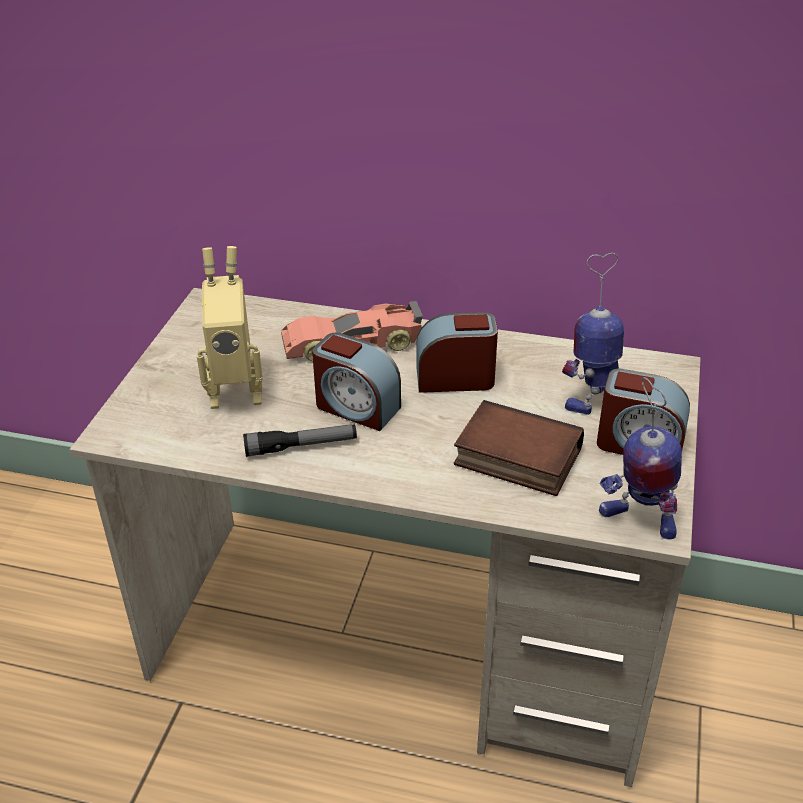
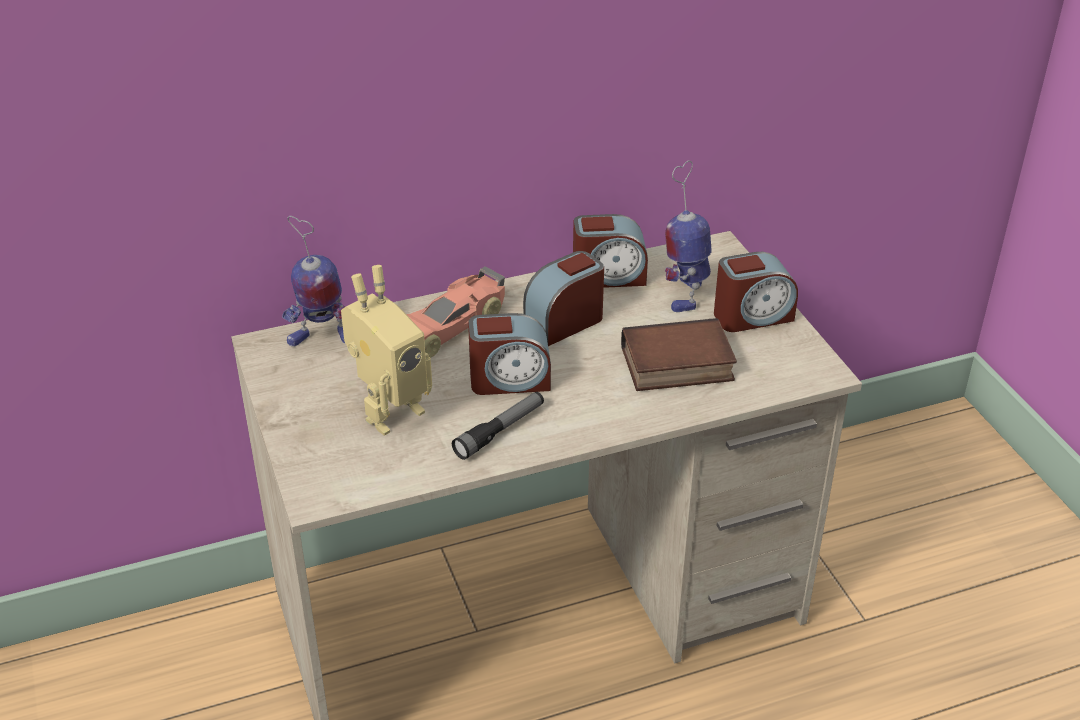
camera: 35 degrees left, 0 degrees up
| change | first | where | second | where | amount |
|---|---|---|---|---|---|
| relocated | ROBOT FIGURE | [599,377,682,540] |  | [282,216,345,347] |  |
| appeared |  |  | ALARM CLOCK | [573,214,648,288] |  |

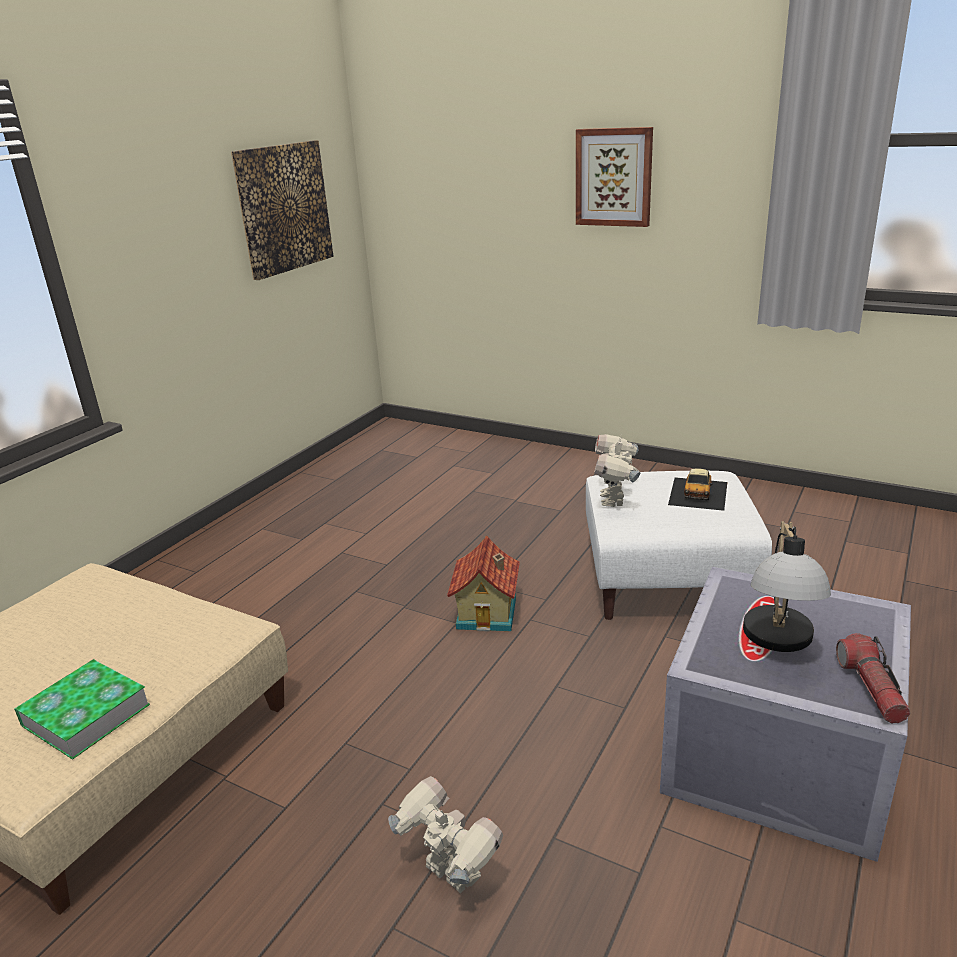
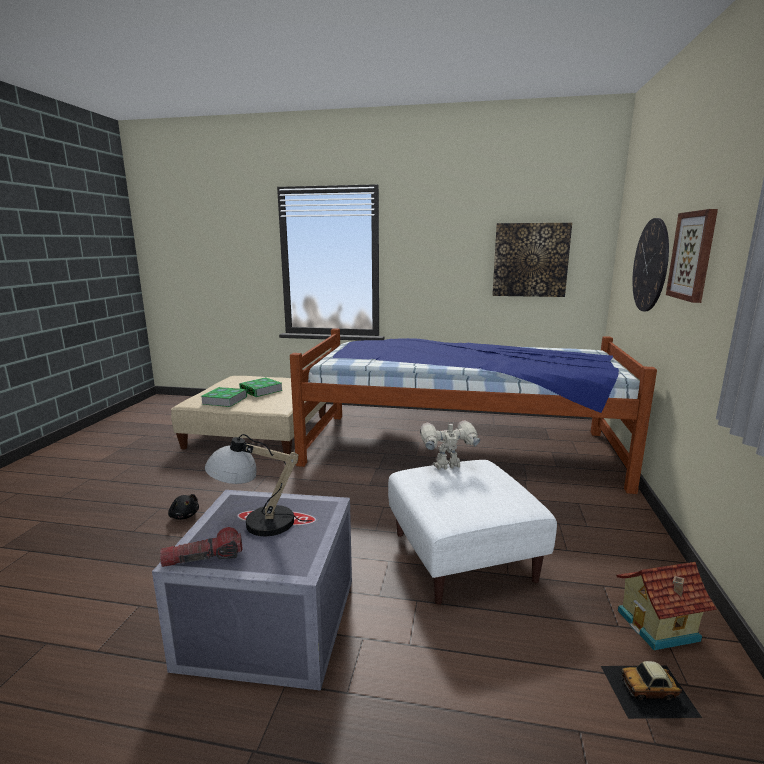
camera: 70 degrees right, 10 degrees down
| change | first | where | second | where | amount |
|---|---|---|---|---|---|
| exchanged | ROBOT FIGURE | [388,776,503,893] | BLACK-COLOURED CUDDLY TOY | [168,494,199,520] |  |
| appeared |  |  | VOLUME | [239,377,283,397] |  |
| appeared |  |  | BED | [290,328,657,494] |  |
| relocated | TOY CAR | [668,468,727,511] |  | [601,661,702,719] |  |
| relocated | TOY HOUSE | [447,535,520,632] |  | [616,562,716,650] |  |
| appeared |  |  | CLOCK ON THE WALL | [633,218,669,311] |  |

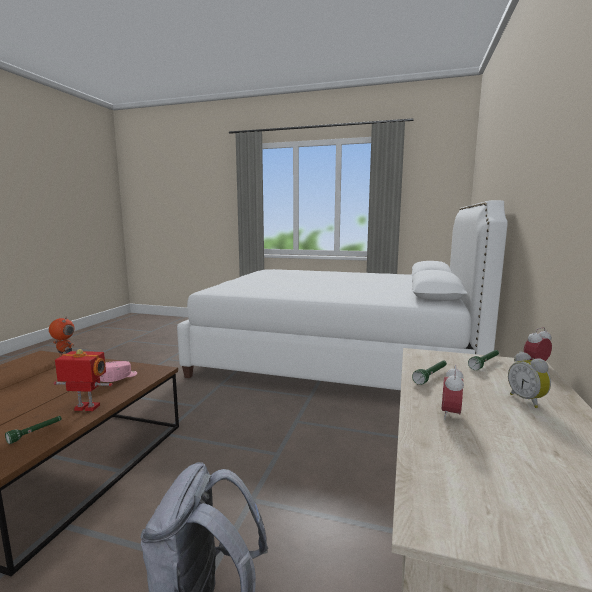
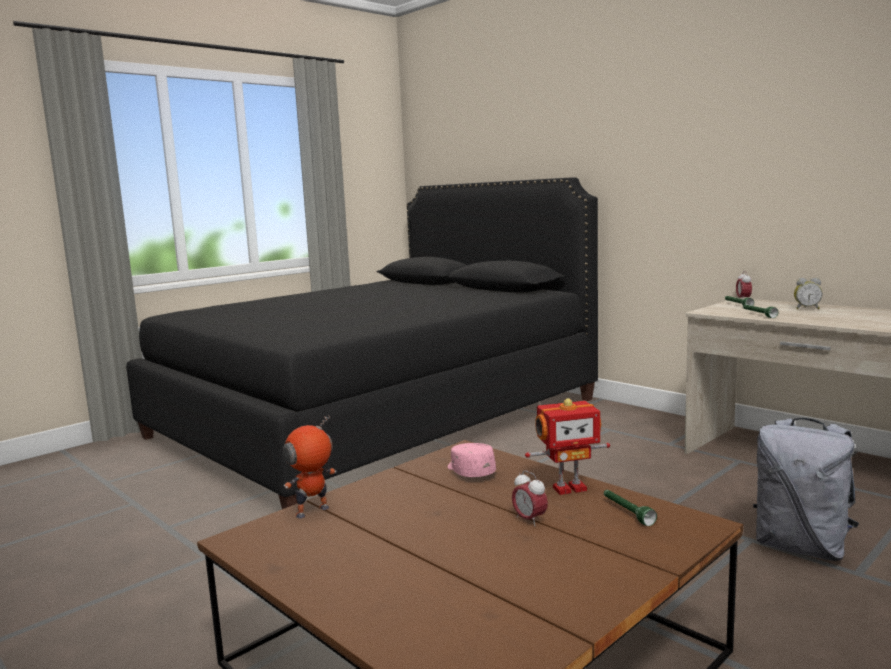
camera: 60 degrees left, 0 degrees up
| change | first | where | second | where | amount |
|---|---|---|---|---|---|
| colour | WHITE-COLOURED BED | [177,200,508,390] | BLACK-COLOURED BED | [126,177,598,509] |  |
| relocated | ALARM CLOCK | [442,365,464,420] |  | [512,470,548,526] |  |
| spun | ROBOT FIGURE | [54,349,113,411] |  | [525,398,610,495] | 135 degrees counterclockwise |

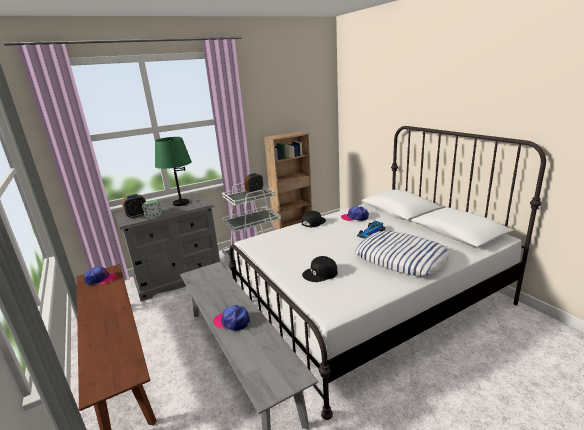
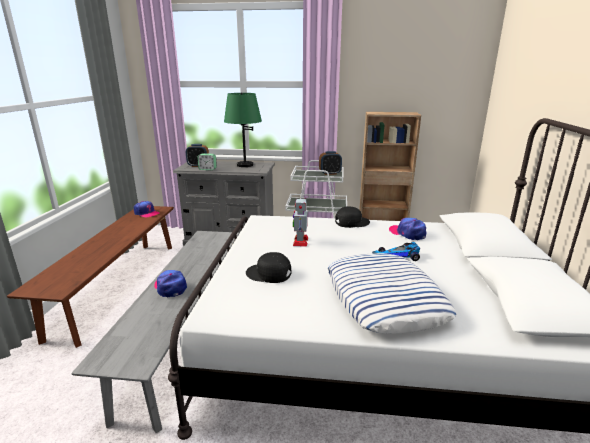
camera: 35 degrees right, 0 degrees up
| change | first | where | second | where | amount |
|---|---|---|---|---|---|
| appeared |  |  | ROBOT FIGURE | [293,198,308,247] |  |

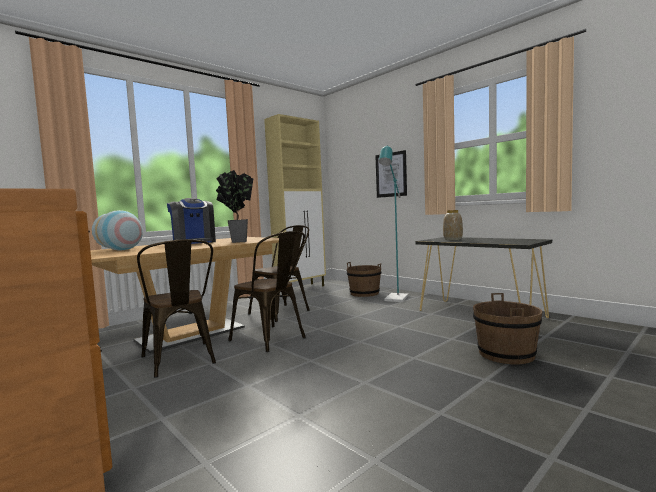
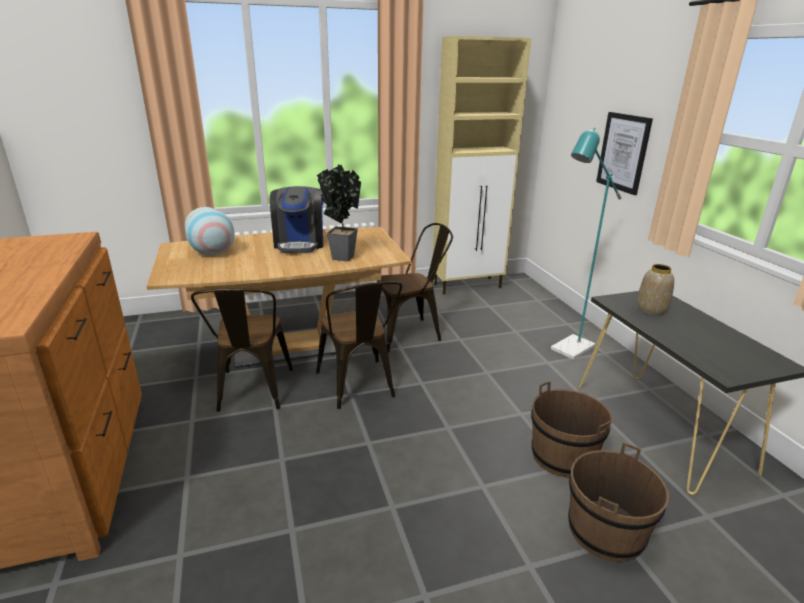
camera: 25 degrees right, 20 degrees up
| change | first | where | second | where | amount |
|---|---|---|---|---|---|
| relocated | BROWN-COLOURED BUCKET | [347,262,381,297] |  | [531,381,612,478] |  |

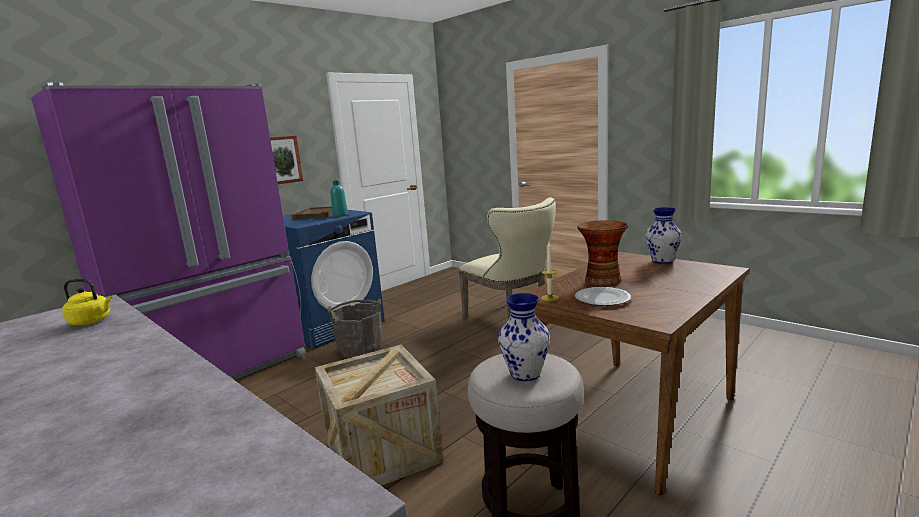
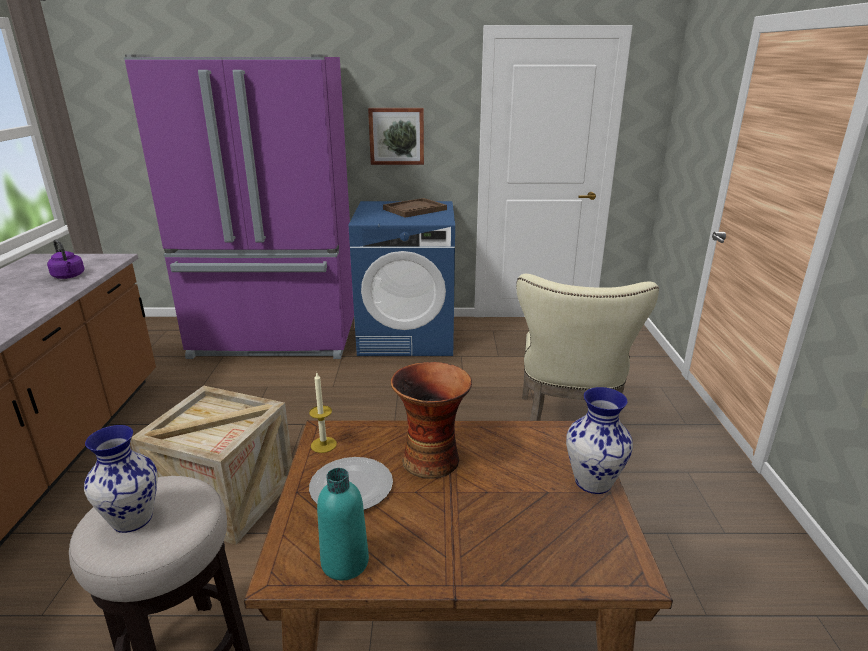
camera: 45 degrees right, 10 degrees up
| change | first | where | second | where | amount |
|---|---|---|---|---|---|
| colour | YELLOW-COLOURED TEA KETTLE | [62,279,112,325] | PURPLISH TEA KETTLE | [47,239,85,279] |  |
| relocated | TURQUOISE-COLOURED BEVERAGE BOTTLE | [330,180,348,217] |  | [317,468,369,580] |  |
| missing | GREY BUCKET | [327,299,383,358] |  |  |  |

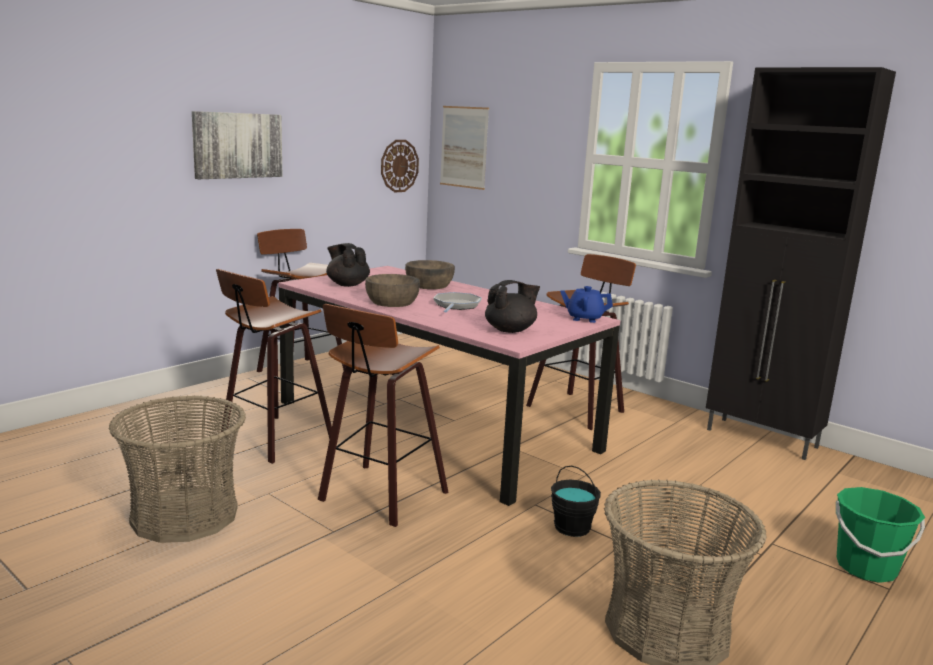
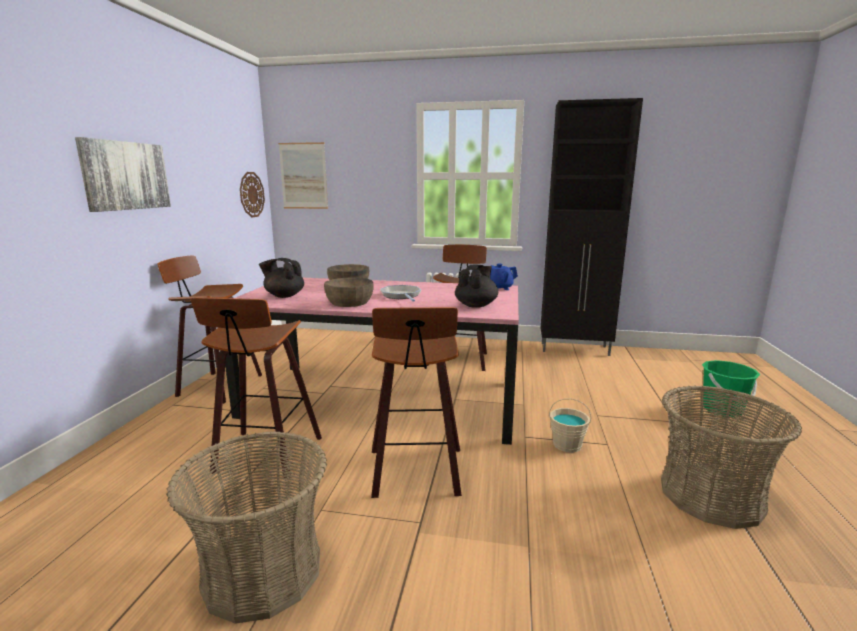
camera: 30 degrees left, 0 degrees up
| change | first | where | second | where | amount |
|---|---|---|---|---|---|
| colour | BLACK-COLOURED BUCKET | [551,466,601,537] | BEIGE-COLOURED BUCKET | [549,398,591,453] |  |

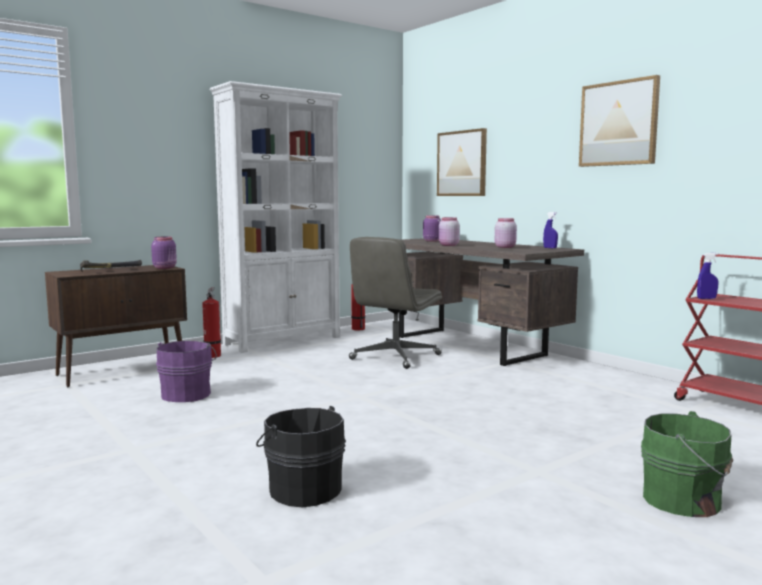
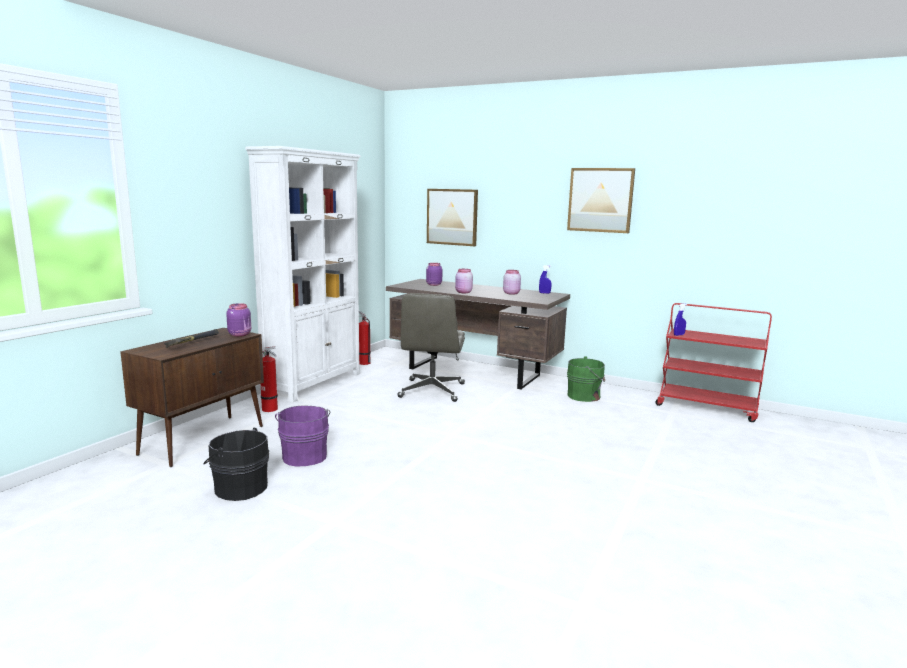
camera: 25 degrees left, 5 degrees up
| change | first | where | second | where | amount |
|---|---|---|---|---|---|
| relocated | BLACK-COLOURED BUCKET | [256,406,346,507] |  | [203,428,269,501] |  |
| relocated | GREEN-COLOURED BUCKET | [641,411,733,517] |  | [567,356,605,402] |  |

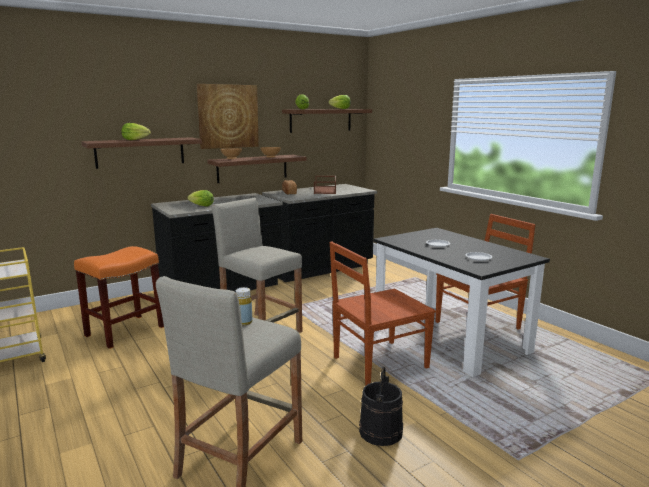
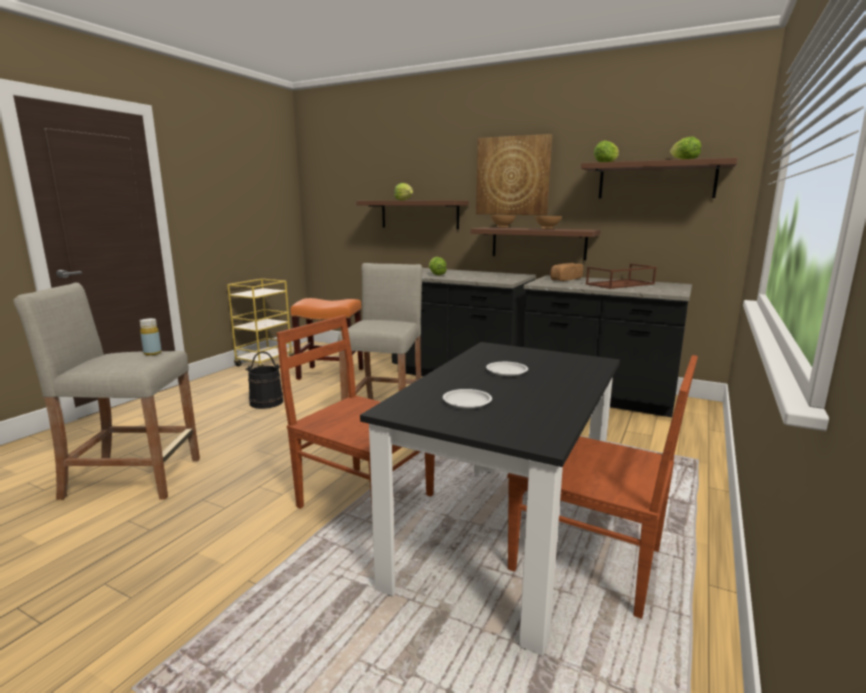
camera: 60 degrees right, 0 degrees up
| change | first | where | second | where | amount |
|---|---|---|---|---|---|
| relocated | BLACK-COLOURED BUCKET | [359,367,403,446] |  | [245,351,283,409] |  |

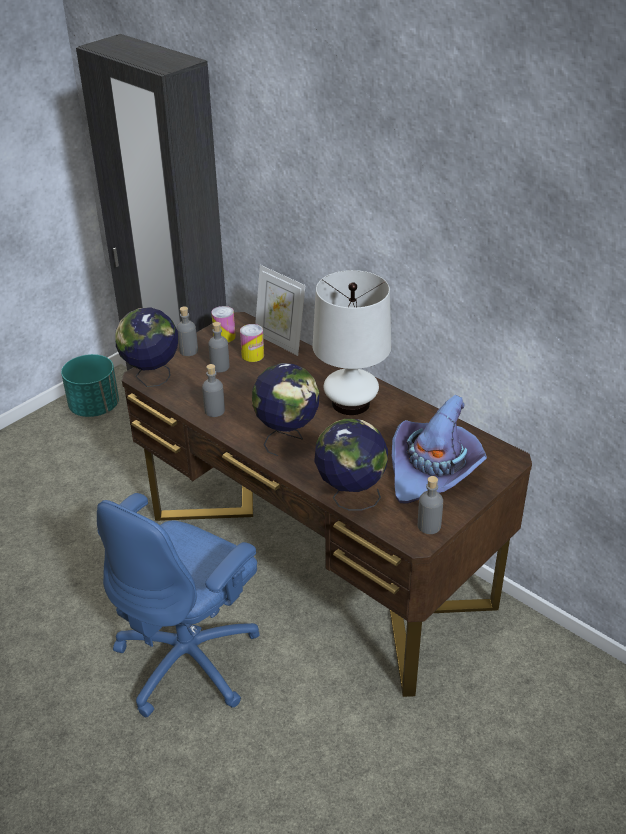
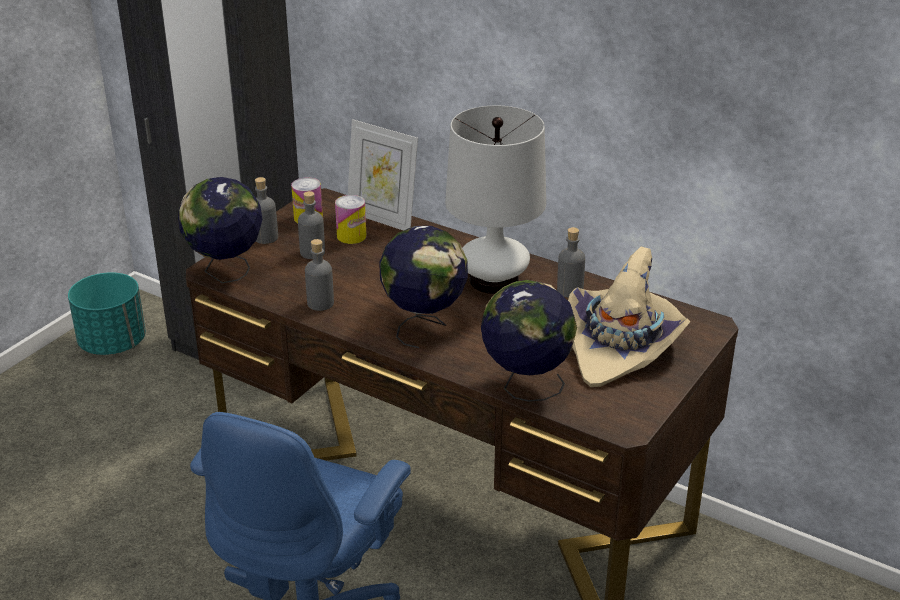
camera: 10 degrees left, 5 degrees down
| change | first | where | second | where | amount |
|---|---|---|---|---|---|
| relocated | GREY BEVERAGE BOTTLE | [418,476,443,534] |  | [557,227,585,298] |  |
| colour | PURPLISH CLOTHING HAT | [392,395,487,504] | BEIGE-COLOURED CLOTHING HAT | [568,247,691,387] |  |

